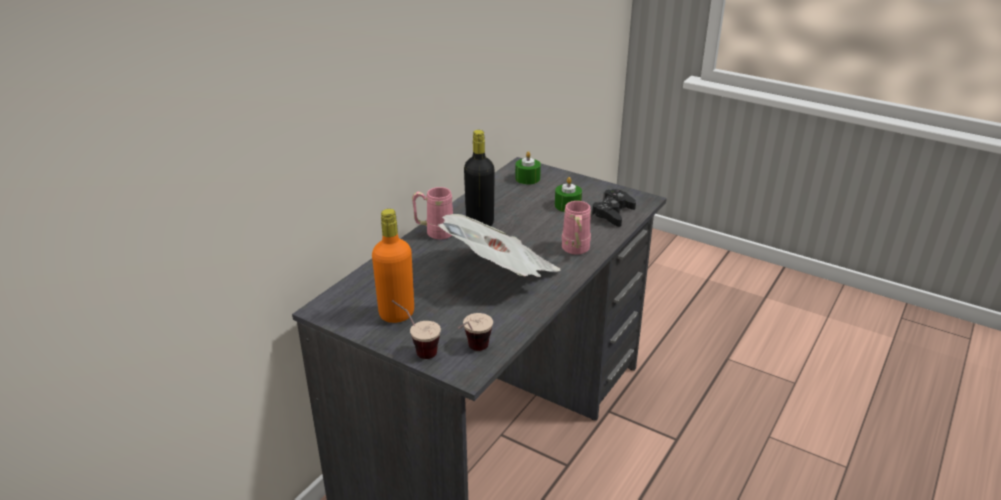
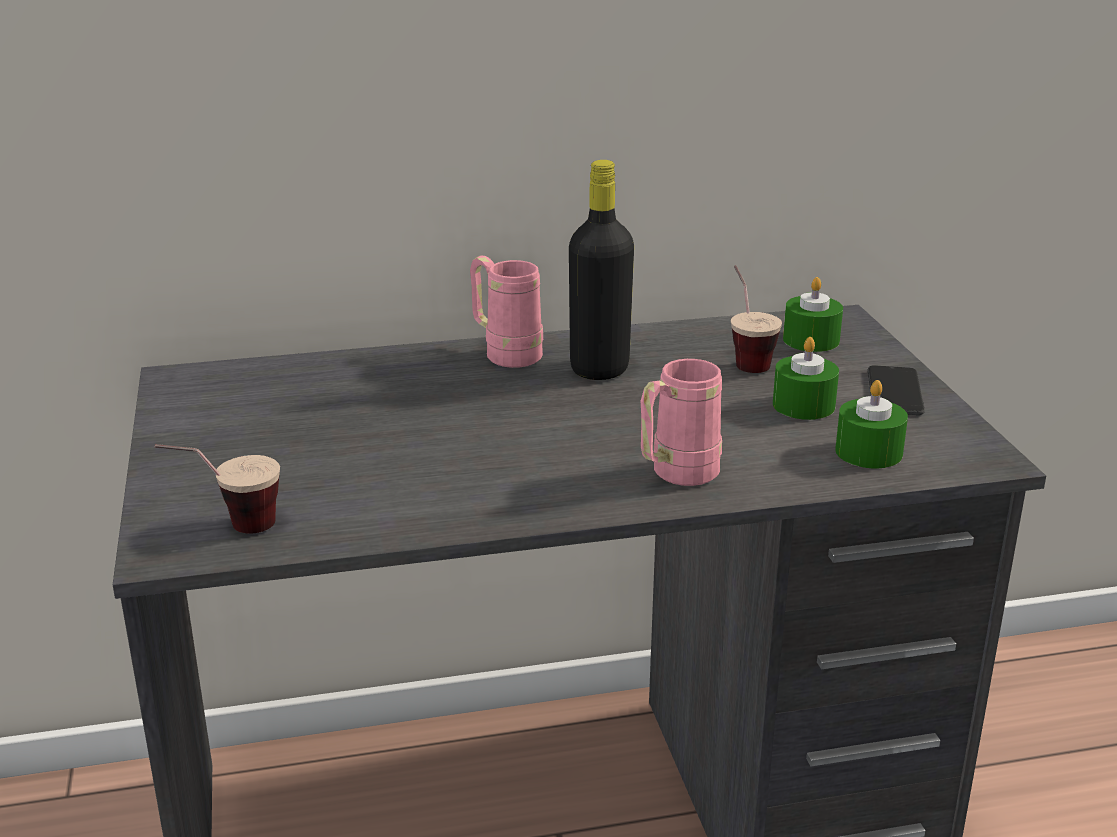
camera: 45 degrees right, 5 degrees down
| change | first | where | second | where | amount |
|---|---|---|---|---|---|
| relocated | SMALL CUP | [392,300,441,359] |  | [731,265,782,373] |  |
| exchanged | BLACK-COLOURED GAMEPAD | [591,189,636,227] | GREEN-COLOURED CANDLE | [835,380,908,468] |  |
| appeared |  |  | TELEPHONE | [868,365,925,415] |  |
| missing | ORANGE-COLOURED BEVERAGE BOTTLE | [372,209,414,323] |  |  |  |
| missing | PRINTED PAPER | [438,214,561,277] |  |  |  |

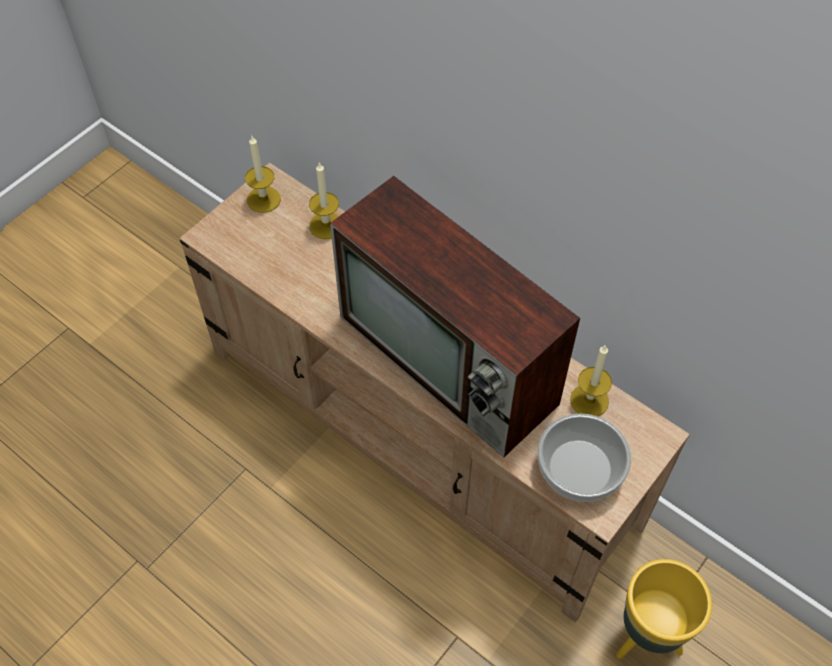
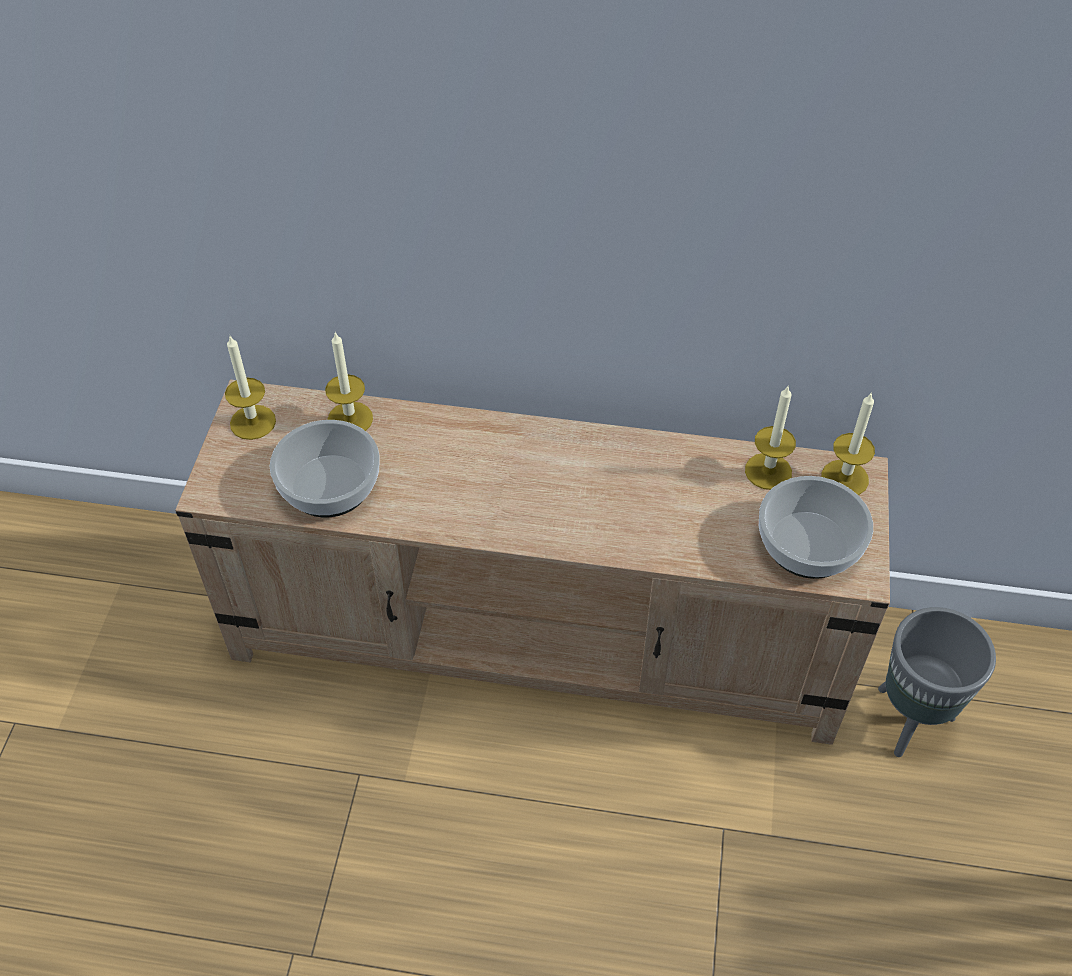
camera: 30 degrees left, 5 degrees down
| change | first | where | second | where | amount |
|---|---|---|---|---|---|
| appeared |  |  | SERVING BOWL | [270,420,380,518] |  |
| appeared |  |  | CANDLE | [822,392,875,495] |  |
| colour | YELLOW-COLOURED PLANTER | [616,559,712,659] | GREY PLANTER | [878,607,996,757] |  |
| missing | TV | [330,176,580,457] |  |  |  |

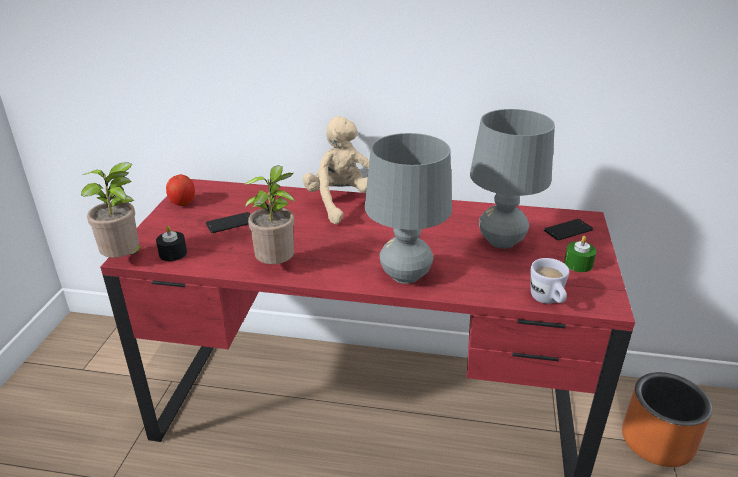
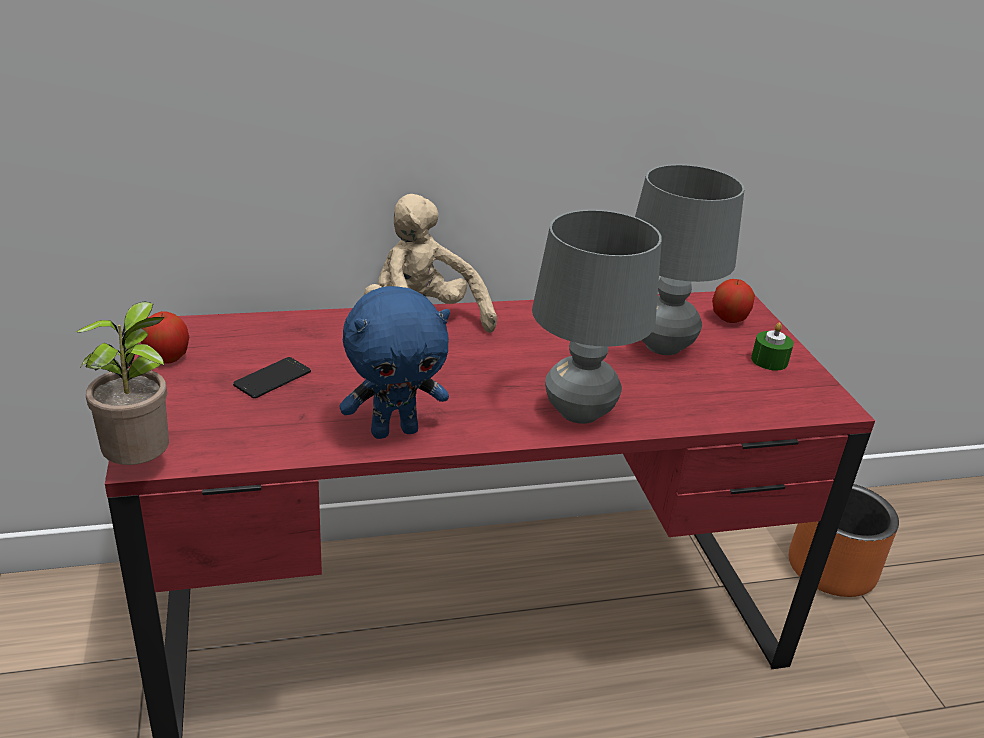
camera: 25 degrees left, 0 degrees up
| change | first | where | second | where | amount |
|---|---|---|---|---|---|
| exchanged | HOUSEPLANT | [244,165,295,264] | BLUE CUDDLY TOY | [339,286,450,439] |  |
| exchanged | TELEPHONE | [544,219,594,240] | WHOLE APPLE | [712,279,755,323] |  |
| missing | BLACK-COLOURED CANDLE | [156,226,187,261] |  |  |  |
| missing | WHITE-COLOURED TEA MUG | [531,258,569,304] |  |  |  |

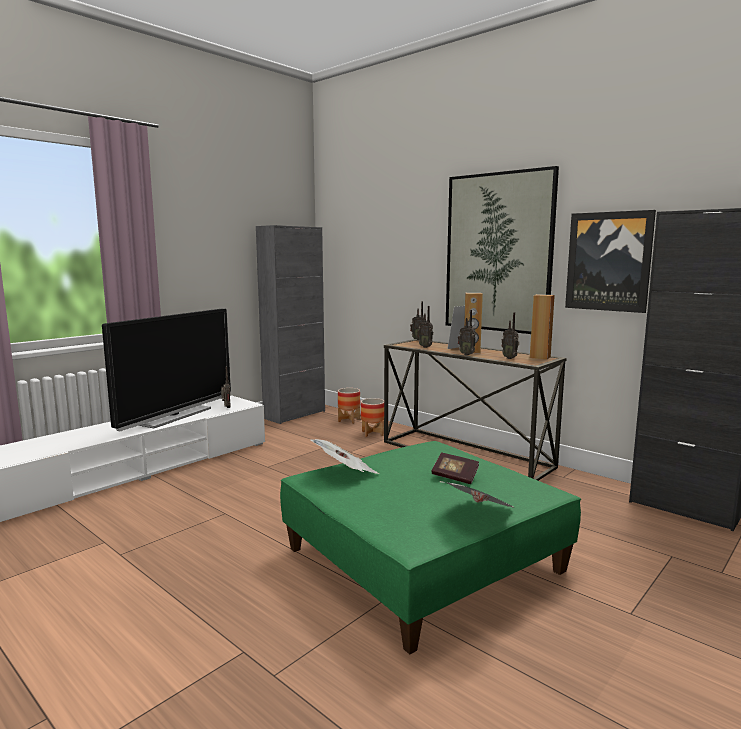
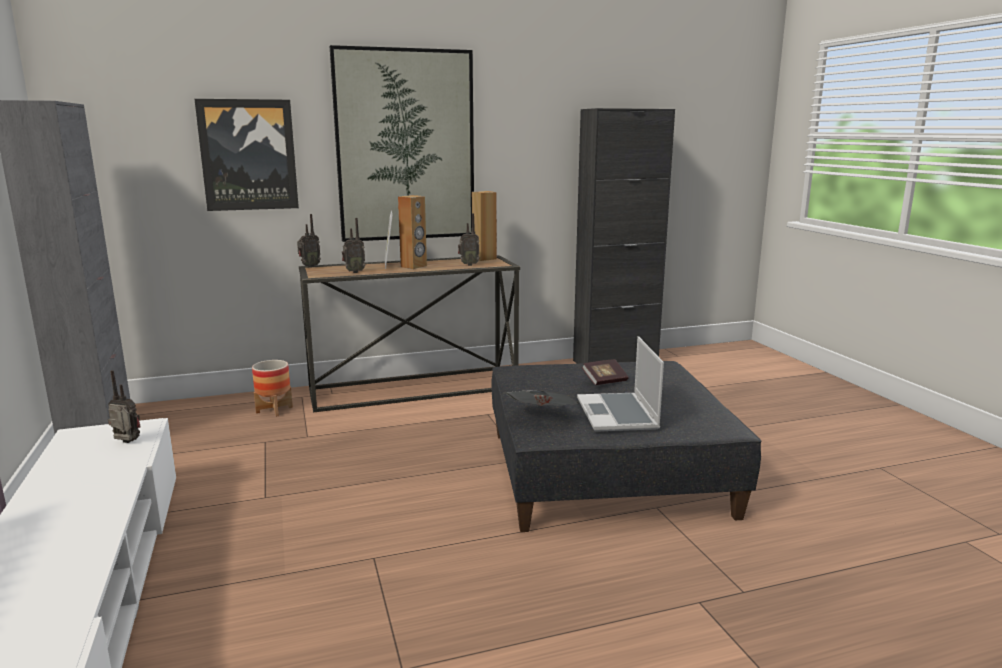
camera: 60 degrees left, 5 degrees up
| change | first | where | second | where | amount |
|---|---|---|---|---|---|
| relocated | WALL ART | [565,210,656,313] |  | [195,99,299,211] |  |
| colour | GREEN-COLOURED POUFFE | [280,441,581,654] | GREY POUFFE | [492,361,762,532] |  |
| appeared |  |  | NOTEBOOK COMPUTER | [577,336,664,432] |  |
| missing | TV | [102,309,231,431] |  |  |  |
| missing | PLANTER | [338,388,360,424] |  |  |  |
| missing | PRINTED PAPER | [440,481,514,508] |  |  |  |
| missing | RADIO RECEIVER | [458,310,476,356] |  |  |  |

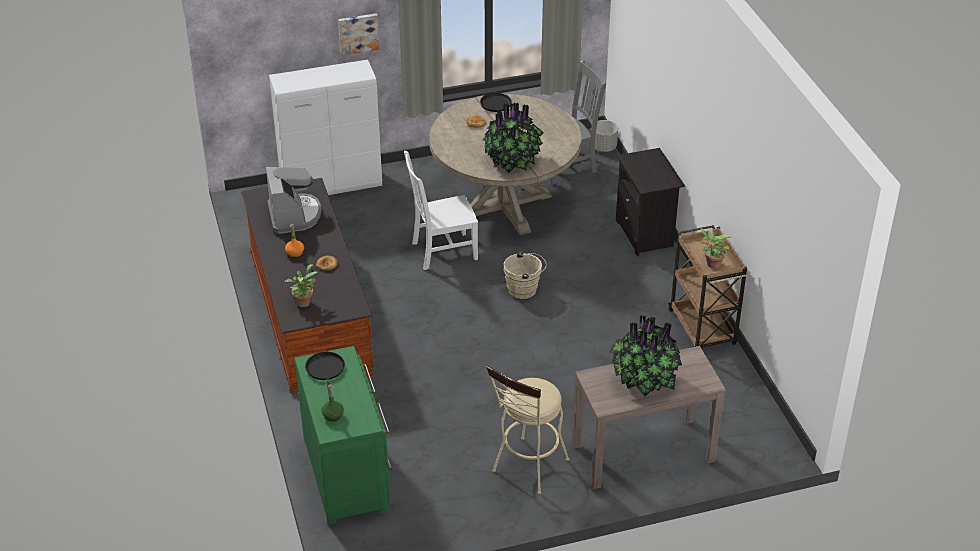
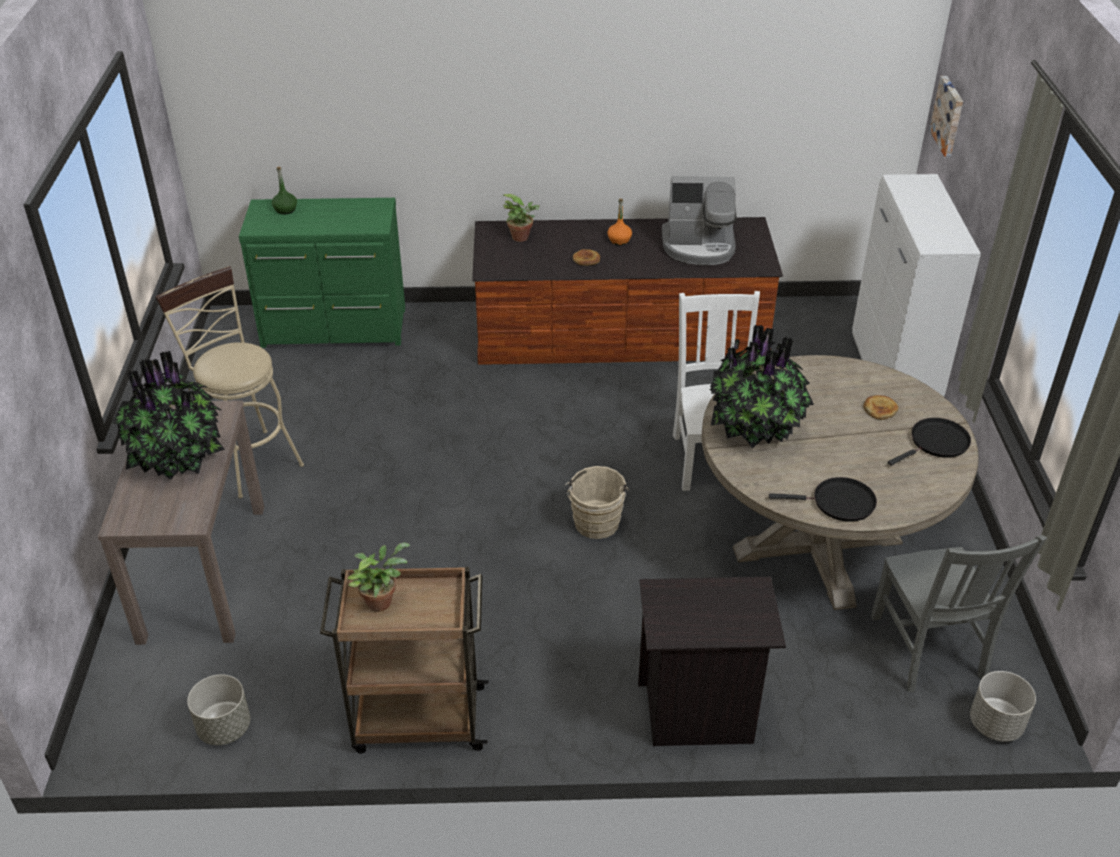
camera: 105 degrees right, 0 degrees up
| change | first | where | second | where | amount |
|---|---|---|---|---|---|
| appeared |  |  | GREY PLANTER | [187,674,250,745] |  |
| relocated | BLACK-COLOURED FRYING PAN | [305,352,345,395] |  | [769,477,877,522] |  |
| relocated | WALL ART | [338,13,380,55] |  | [929,76,963,157] |  |

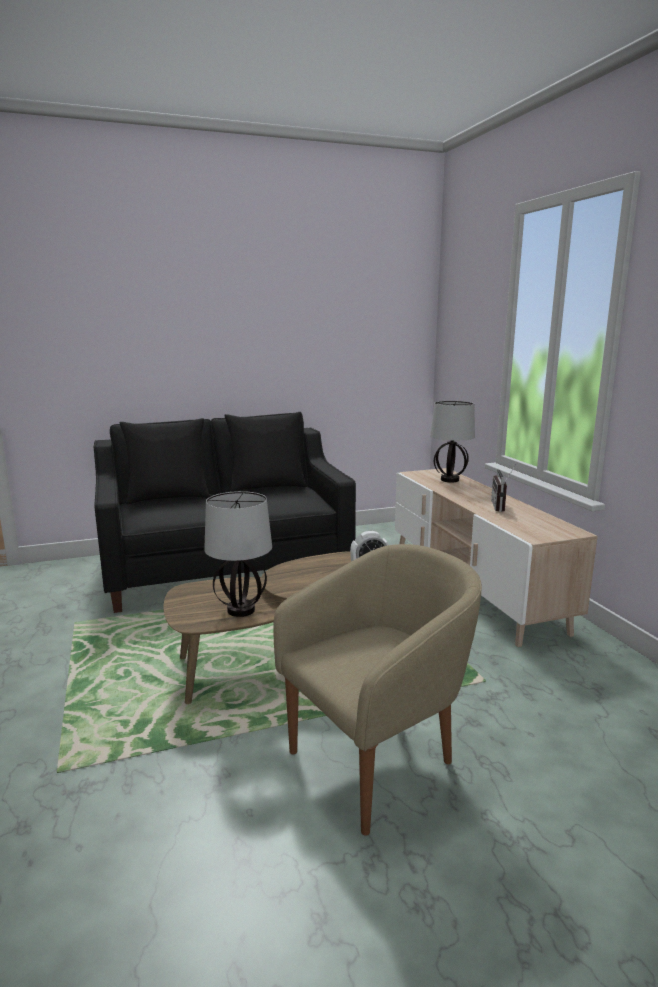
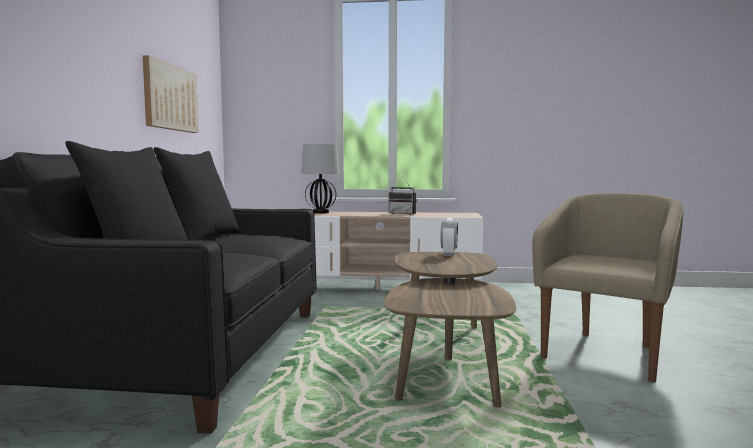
camera: 65 degrees left, 10 degrees down
| change | first | where | second | where | amount |
|---|---|---|---|---|---|
| appeared |  |  | WALL ART | [143,55,199,133] |  |
| spun | BEIGE-COLOURED EASY CHAIR | [273,544,482,836] |  | [532,193,683,382] | 45 degrees clockwise |
| missing | LAMP FOR A TABLE | [204,491,272,617] |  |  |  |

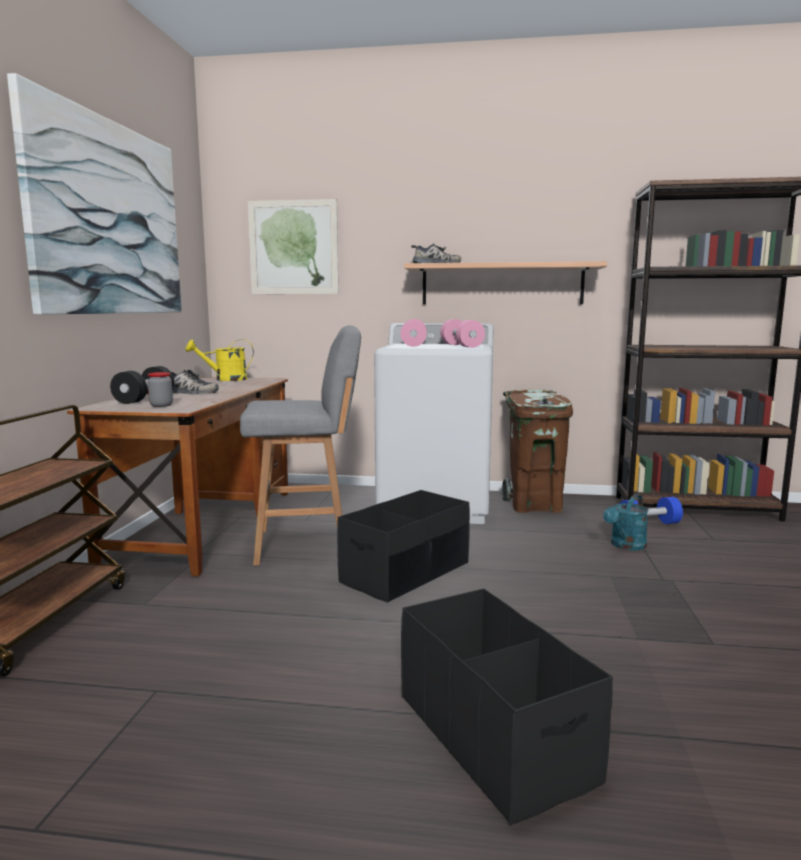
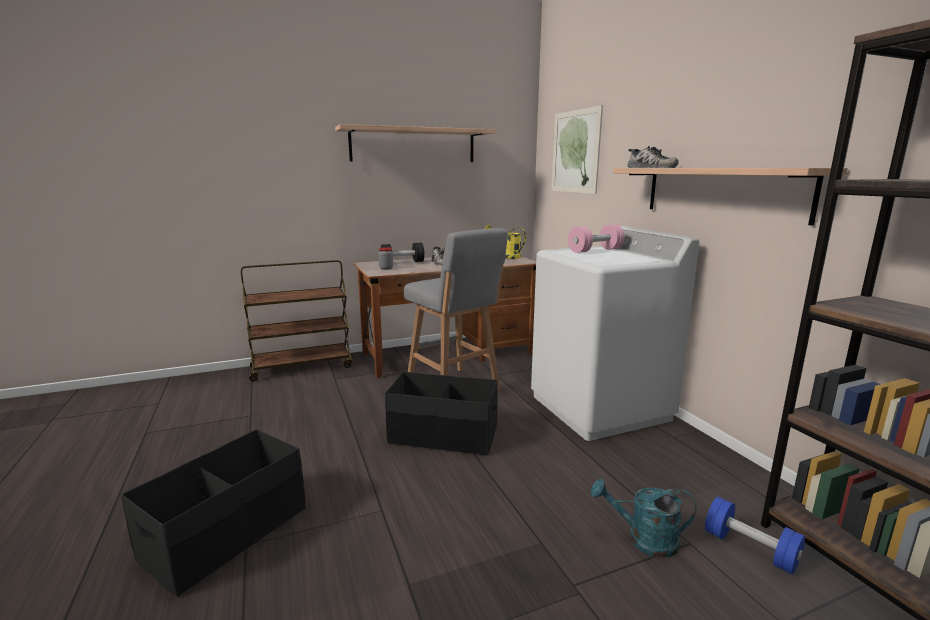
camera: 60 degrees right, 5 degrees up
| change | first | where | second | where | amount |
|---|---|---|---|---|---|
| exchanged | WALL ART | [7,73,182,315] | BRACKET SHELF | [335,124,496,162] |  |
| missing | PINK-COLOURED DUMBBELL | [440,319,485,348] |  |  |  |
| missing | BROWN-COLOURED WASTE BIN | [502,390,573,513] |  |  |  |

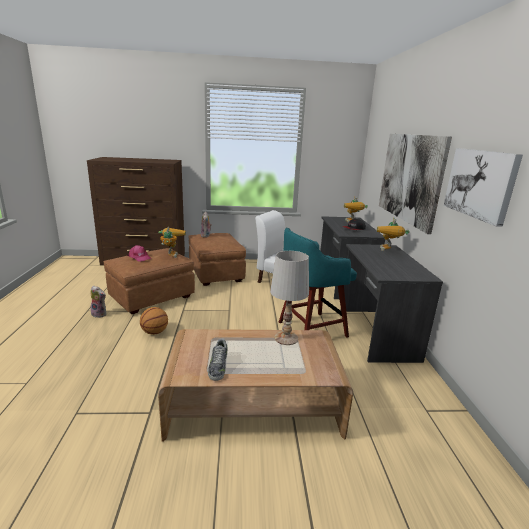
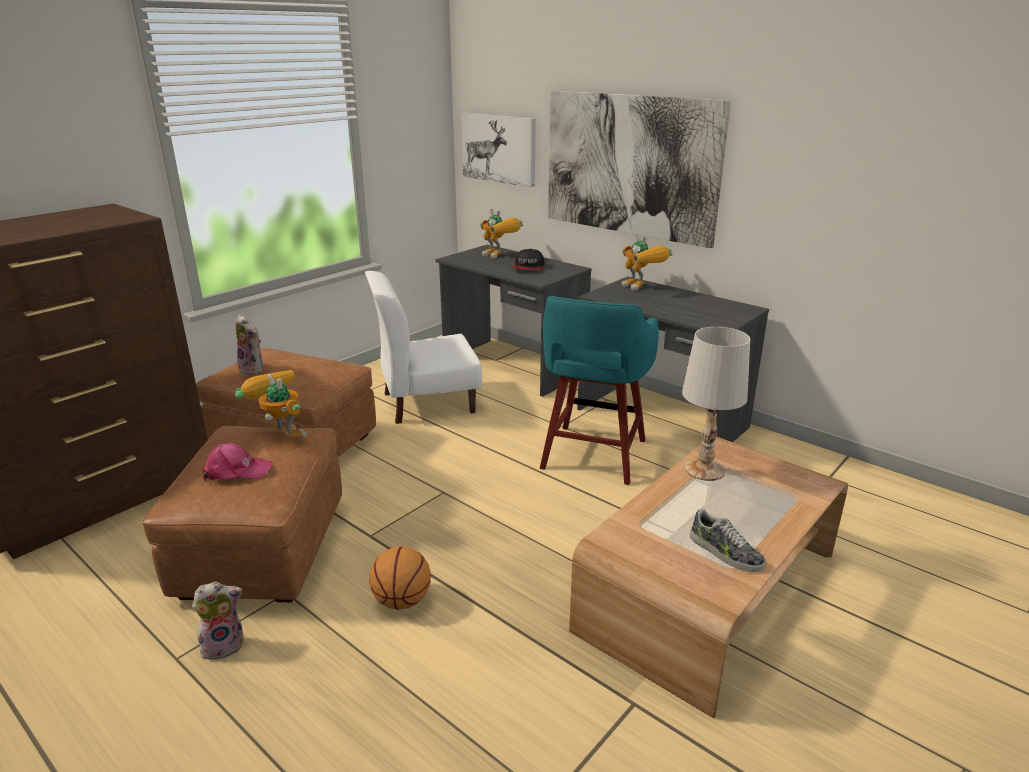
camera: 45 degrees left, 5 degrees up
| change | first | where | second | where | amount |
|---|---|---|---|---|---|
| relocated | WALL ART | [443,148,523,227] |  | [461,113,536,187] |  |

